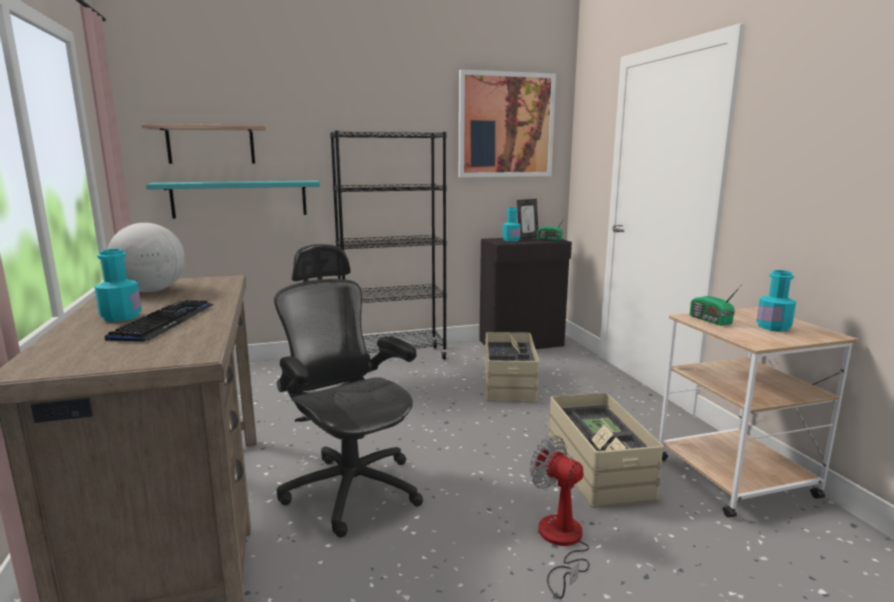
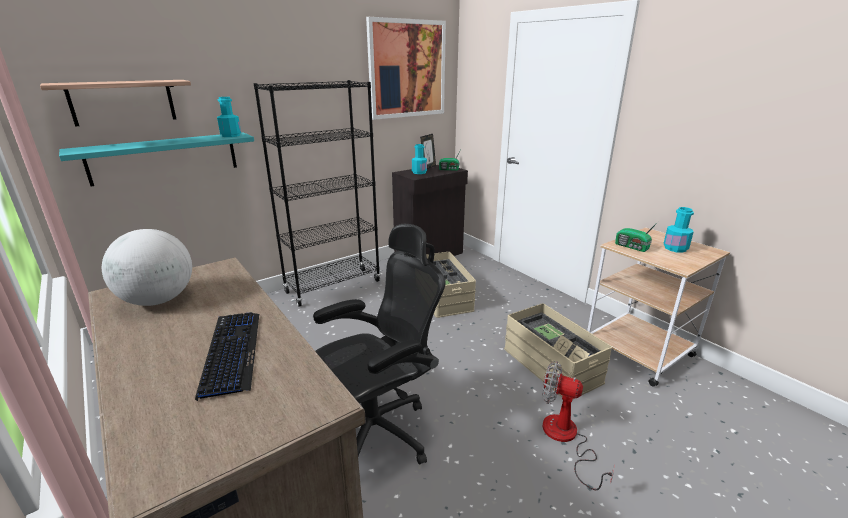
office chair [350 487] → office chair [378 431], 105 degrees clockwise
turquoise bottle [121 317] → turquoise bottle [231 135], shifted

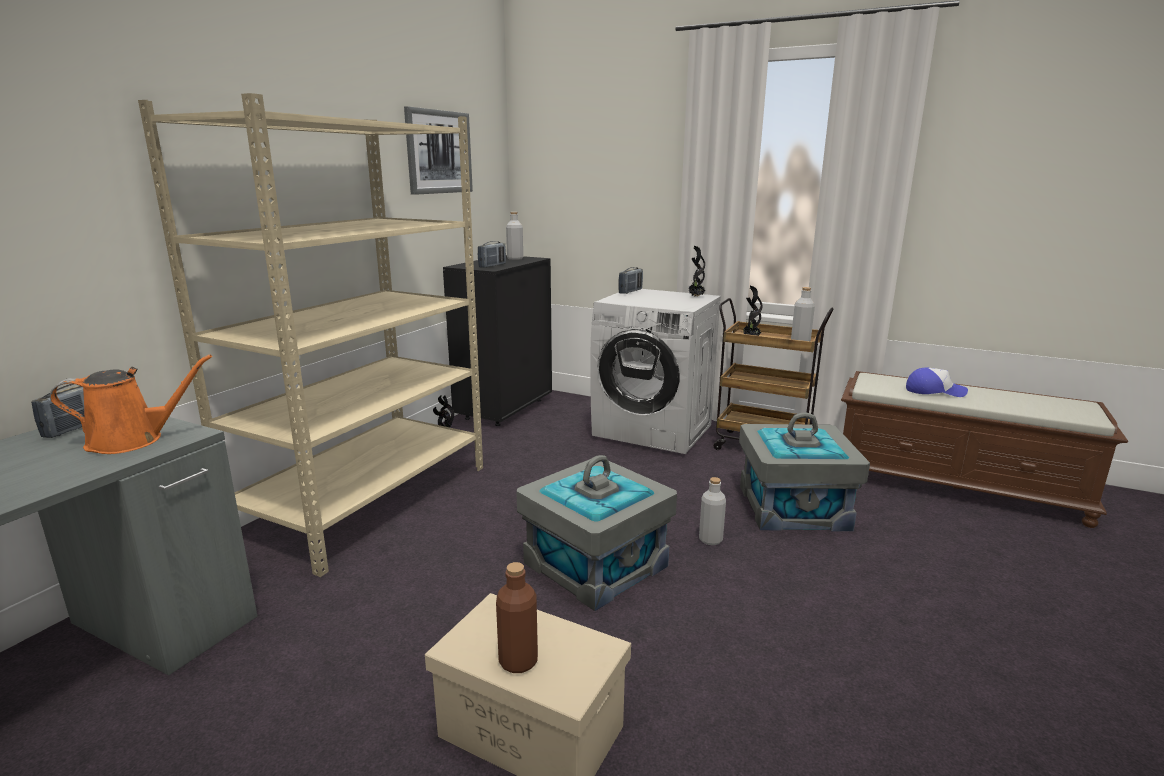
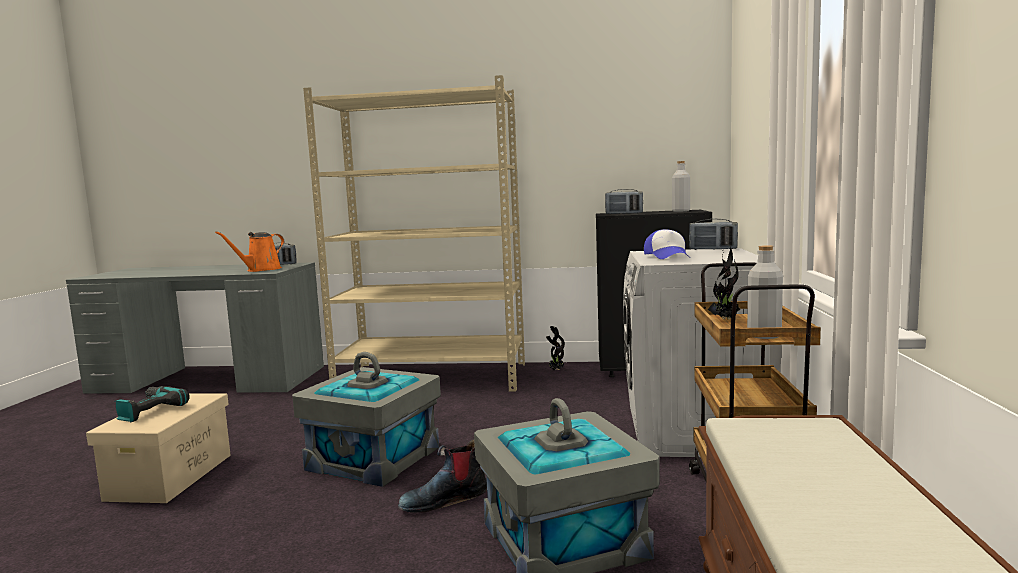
picture [439 152] → -
potted plant [695 296] → -
orange watering can [132 440] → orange watering can [261 270], 75 degrees clockwise
cap [934 391] → cap [667 256], shifted
grey bottle [710 539] → boot [445 499]
brown bottle [518 661] → power drill [148 411]

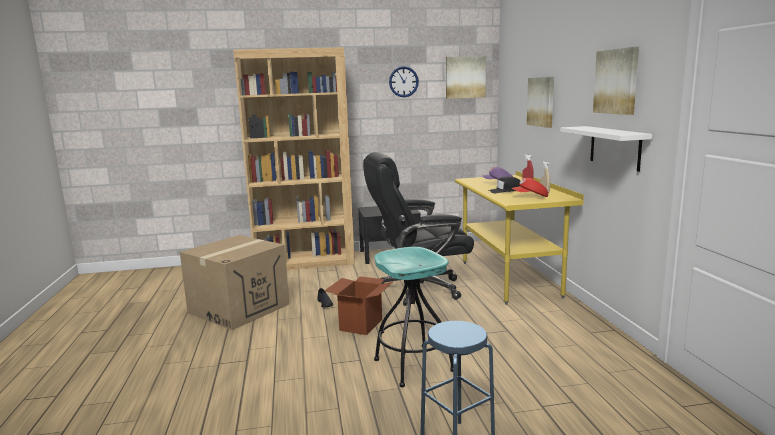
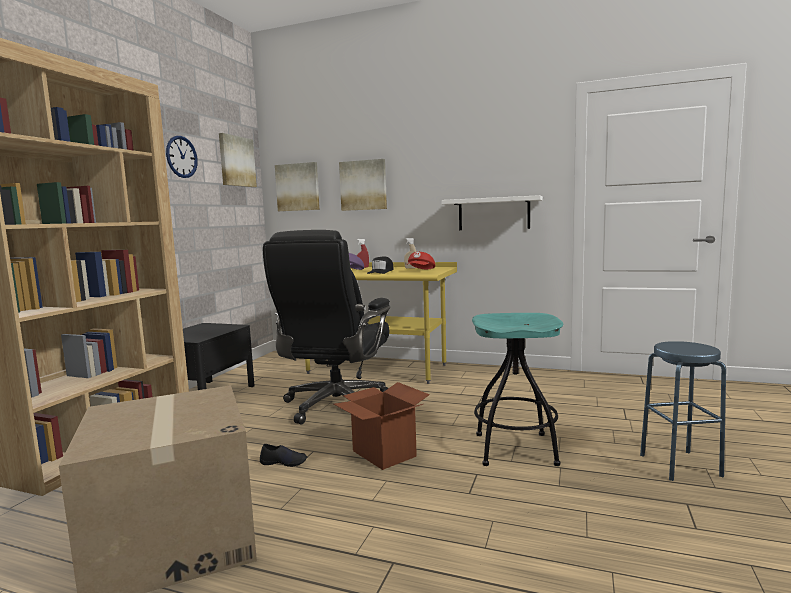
picture [617 81] → picture [298 187], shifted

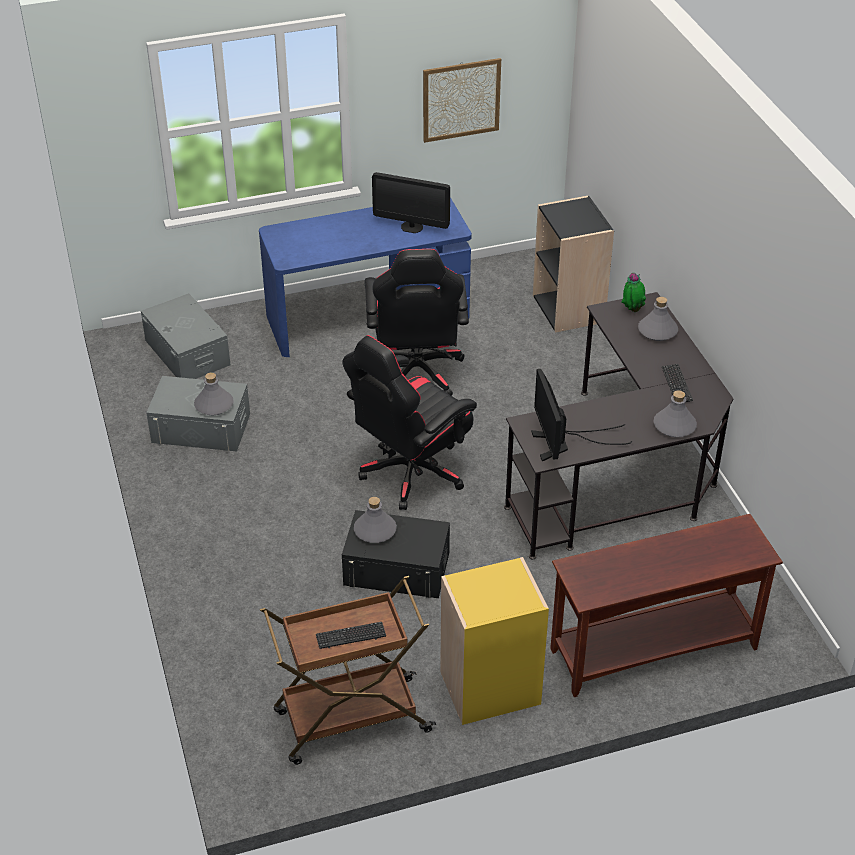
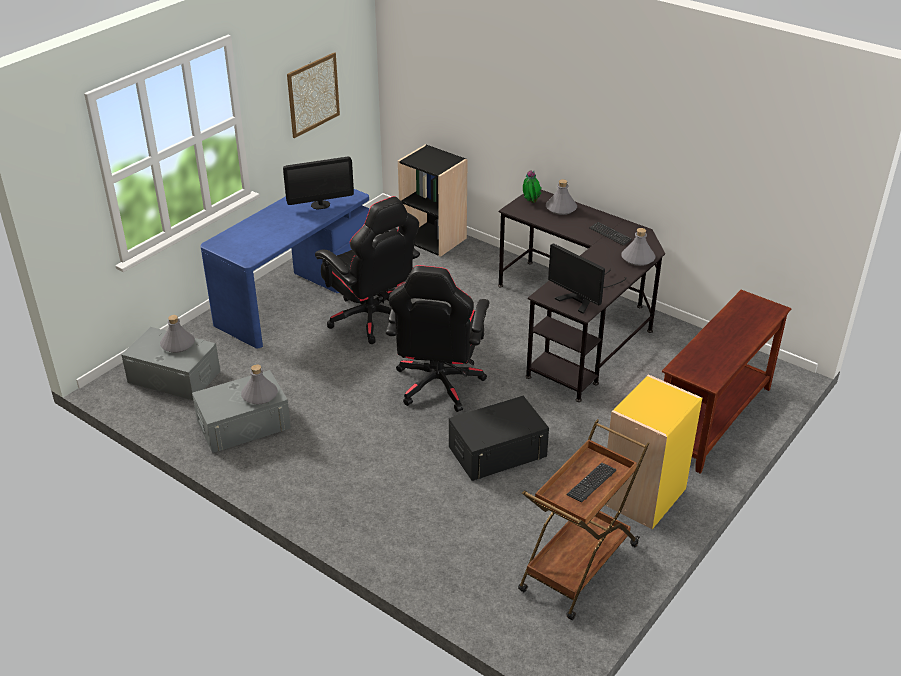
grey bottle [375 530] → grey bottle [177 344], shifted

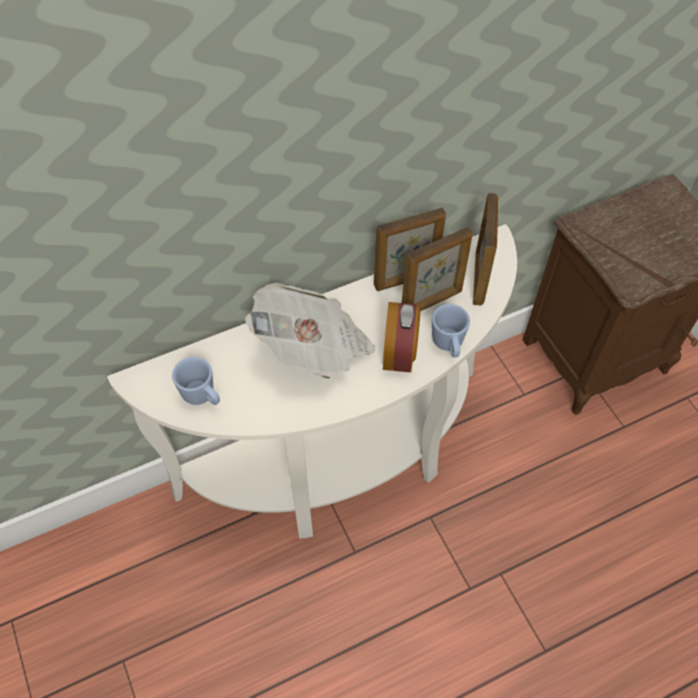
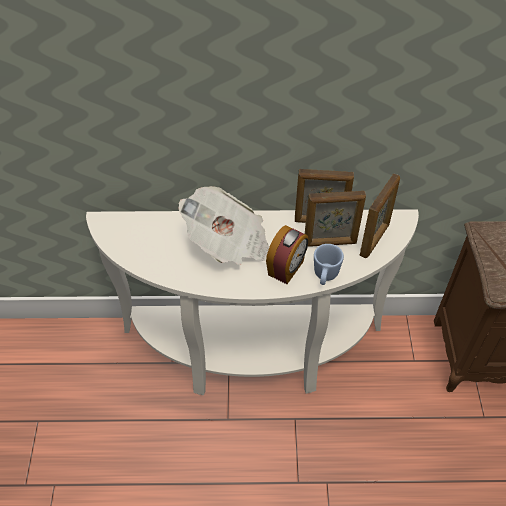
blue mug [202 396] → -

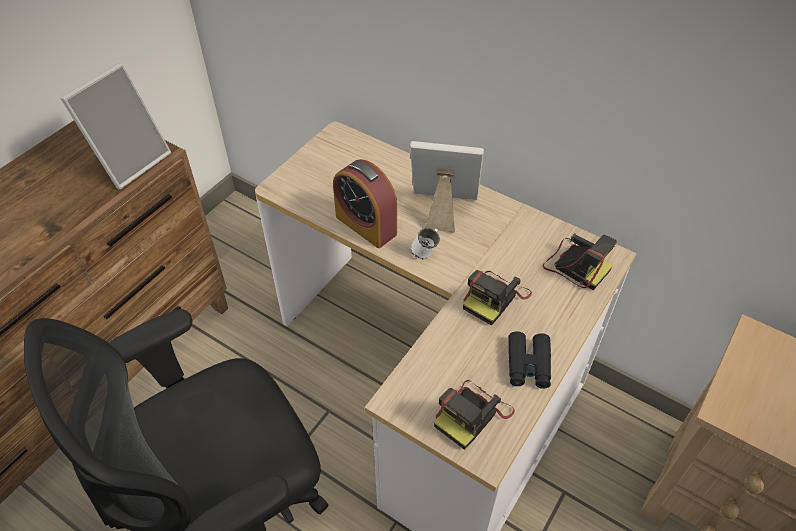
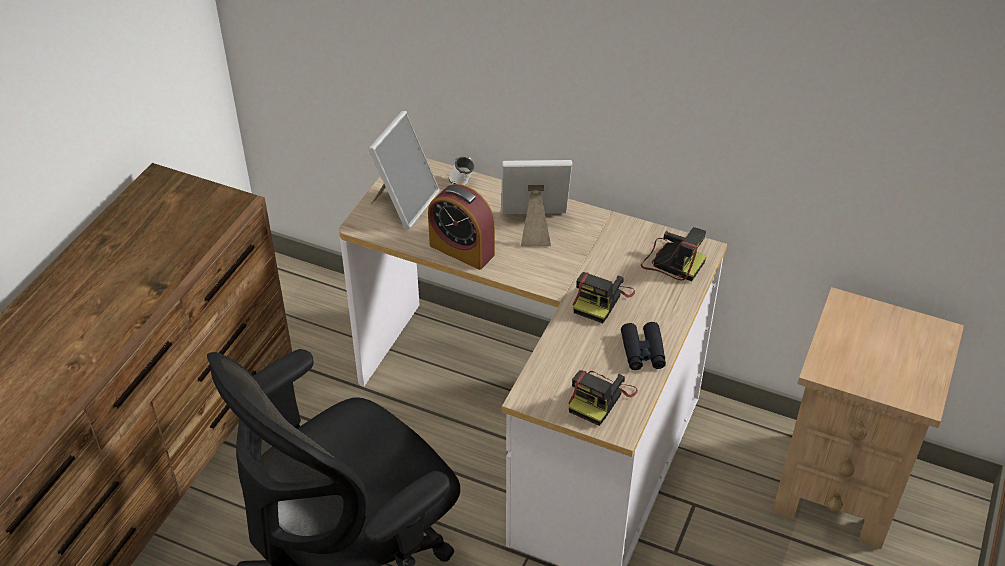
picture frame [130 162] → picture frame [404 203], shifted
white mug [426 252] → white mug [463 181], shifted

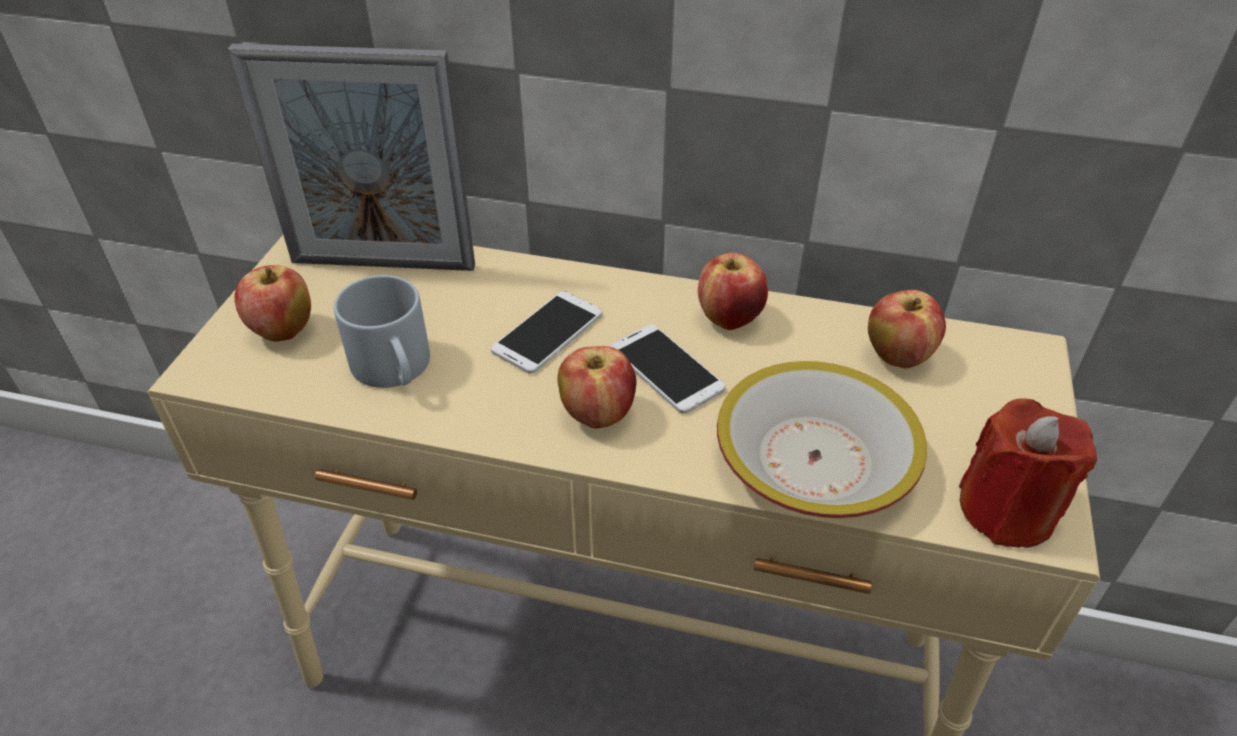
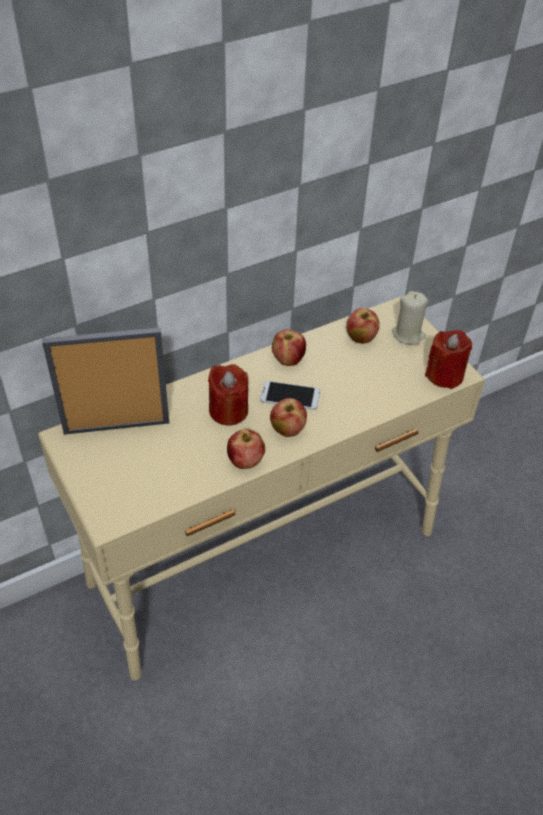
picture frame [383 264] → picture frame [116 426], 150 degrees counterclockwise
apple [283 331] → apple [245 461], shifted
grey mug [396 369] → -
phone [548 332] → red candle [228 410]
bowl [814 459] → -
- → beige candle [408 335]

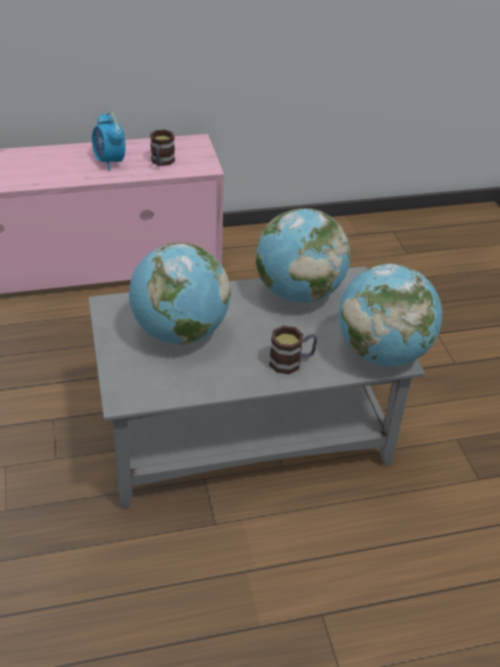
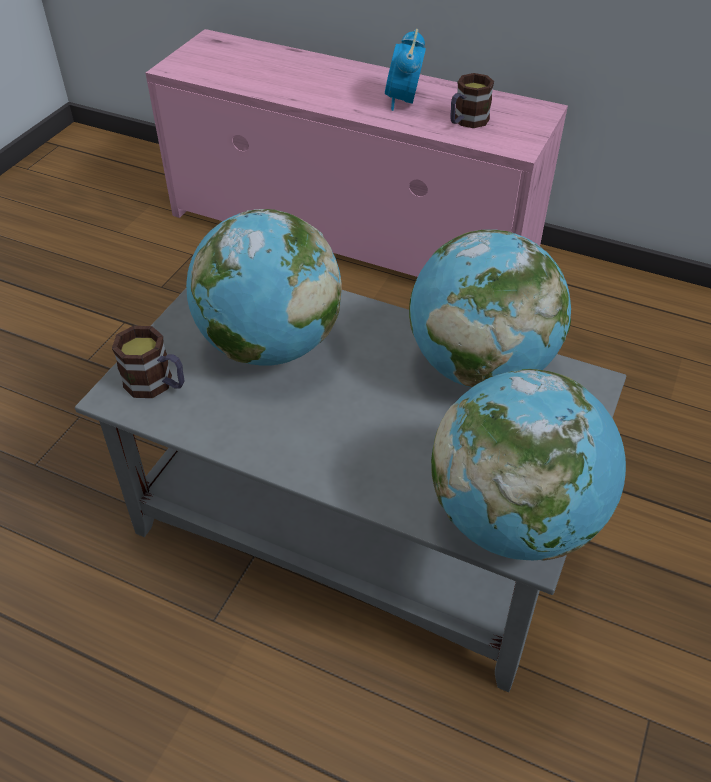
mug [291 362] → mug [157 384], shifted

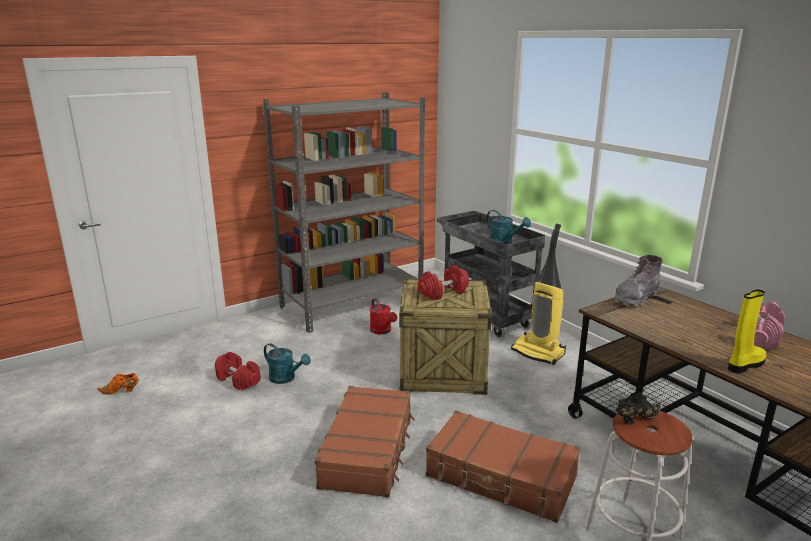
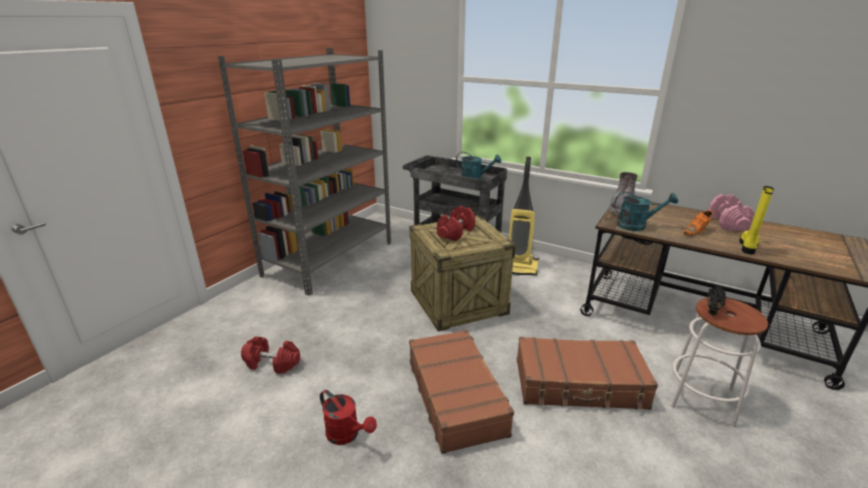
red watering can [382 331] → red watering can [347 435], shifted
turquoise watering can [286 378] → turquoise watering can [637 226], shifted
orange shoe [121 391] → orange shoe [696 232], shifted

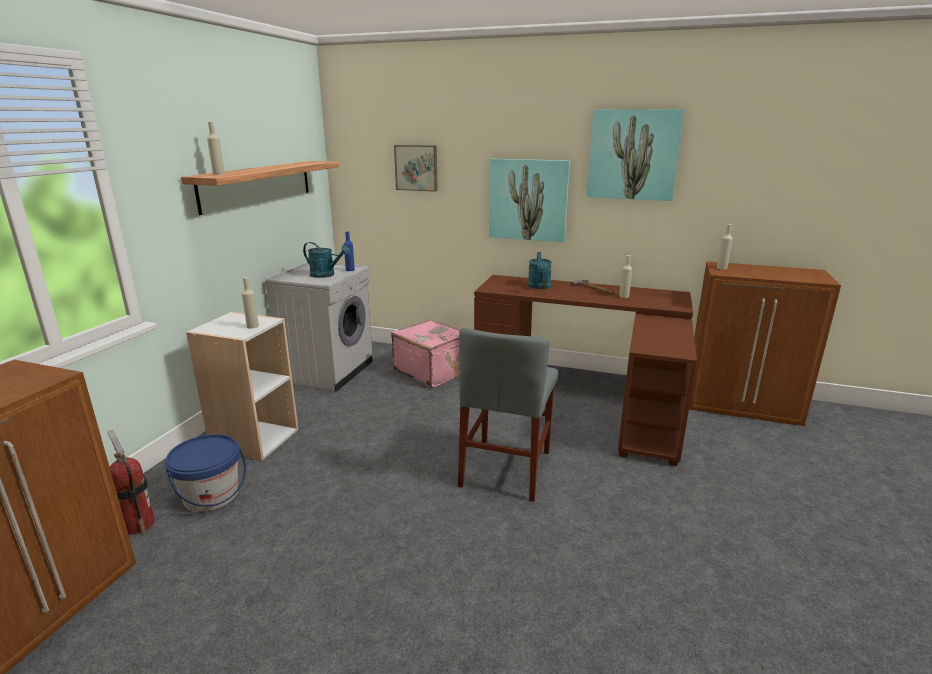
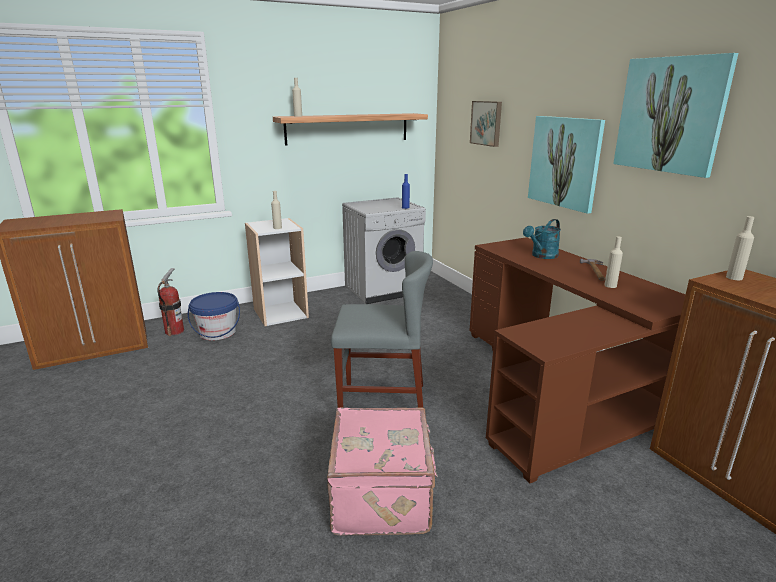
turquoise watering can [326 275] → -
pink suitcase [433 371] → pink suitcase [383 495], shifted
grey chair [506 468] → grey chair [382 402], 150 degrees counterclockwise

